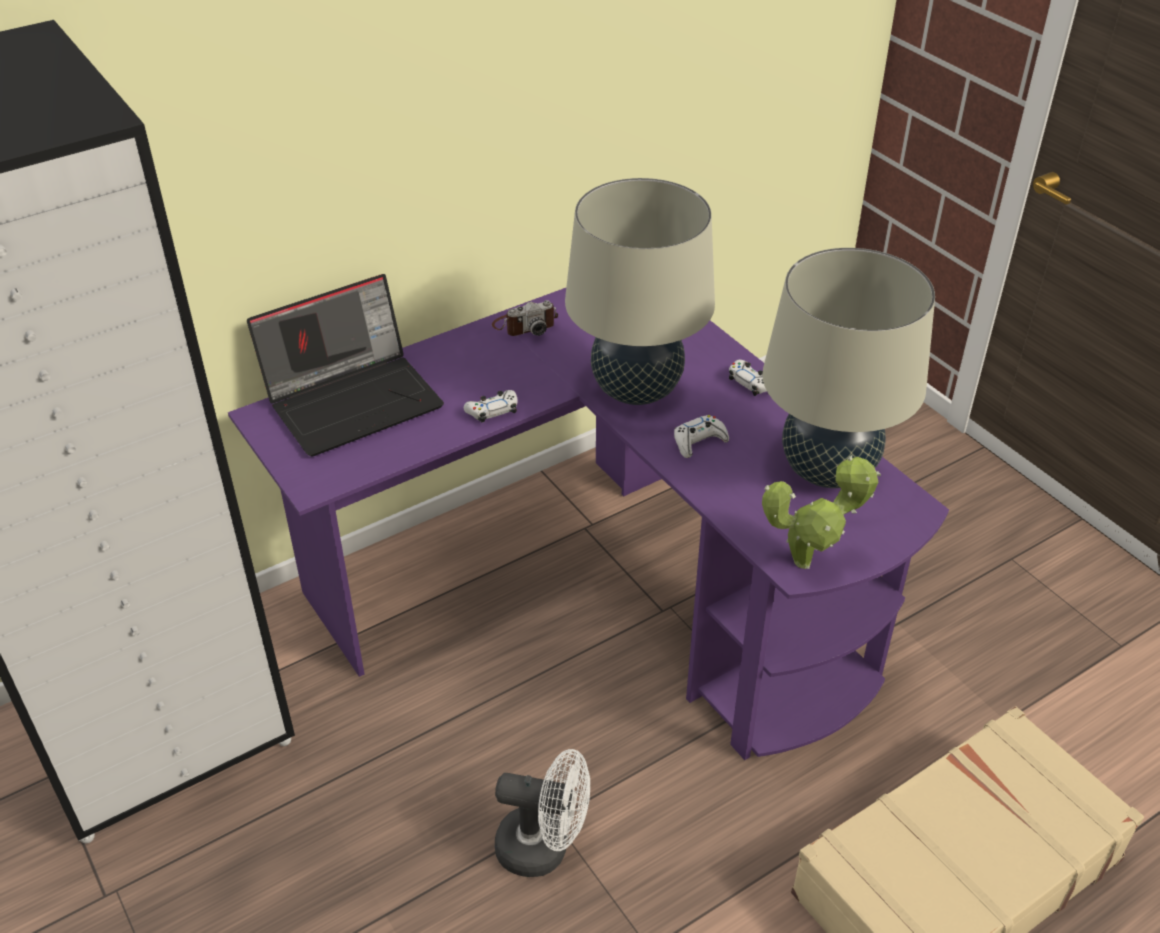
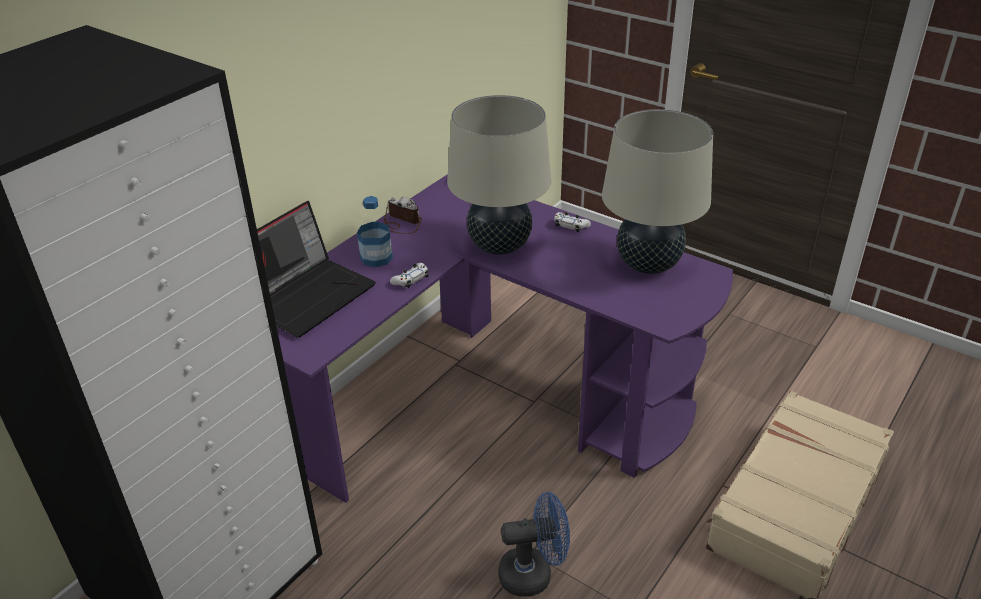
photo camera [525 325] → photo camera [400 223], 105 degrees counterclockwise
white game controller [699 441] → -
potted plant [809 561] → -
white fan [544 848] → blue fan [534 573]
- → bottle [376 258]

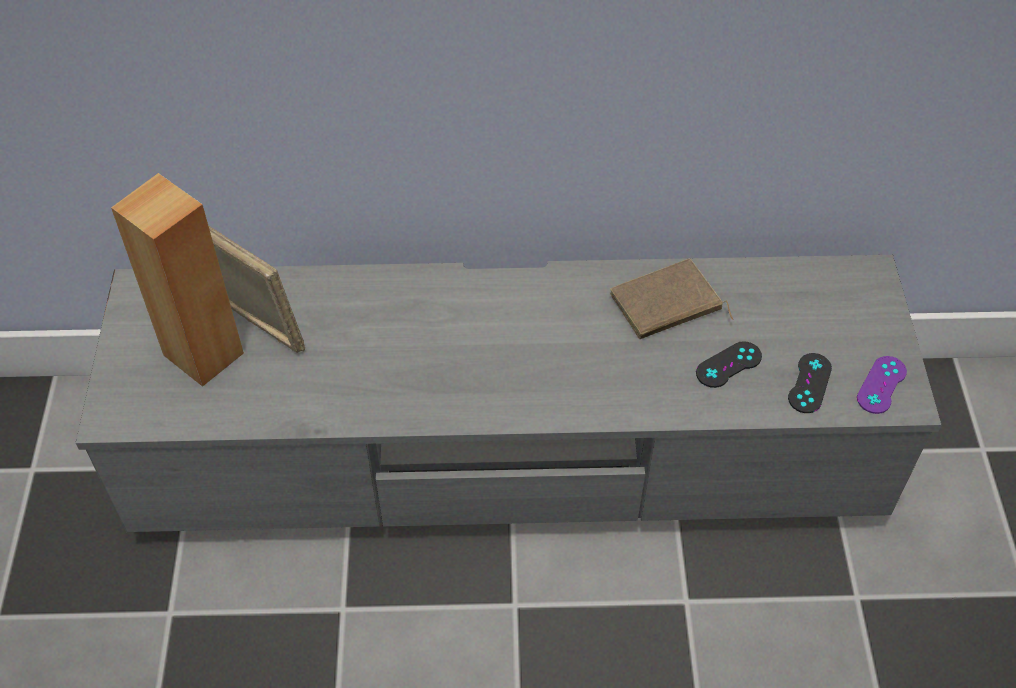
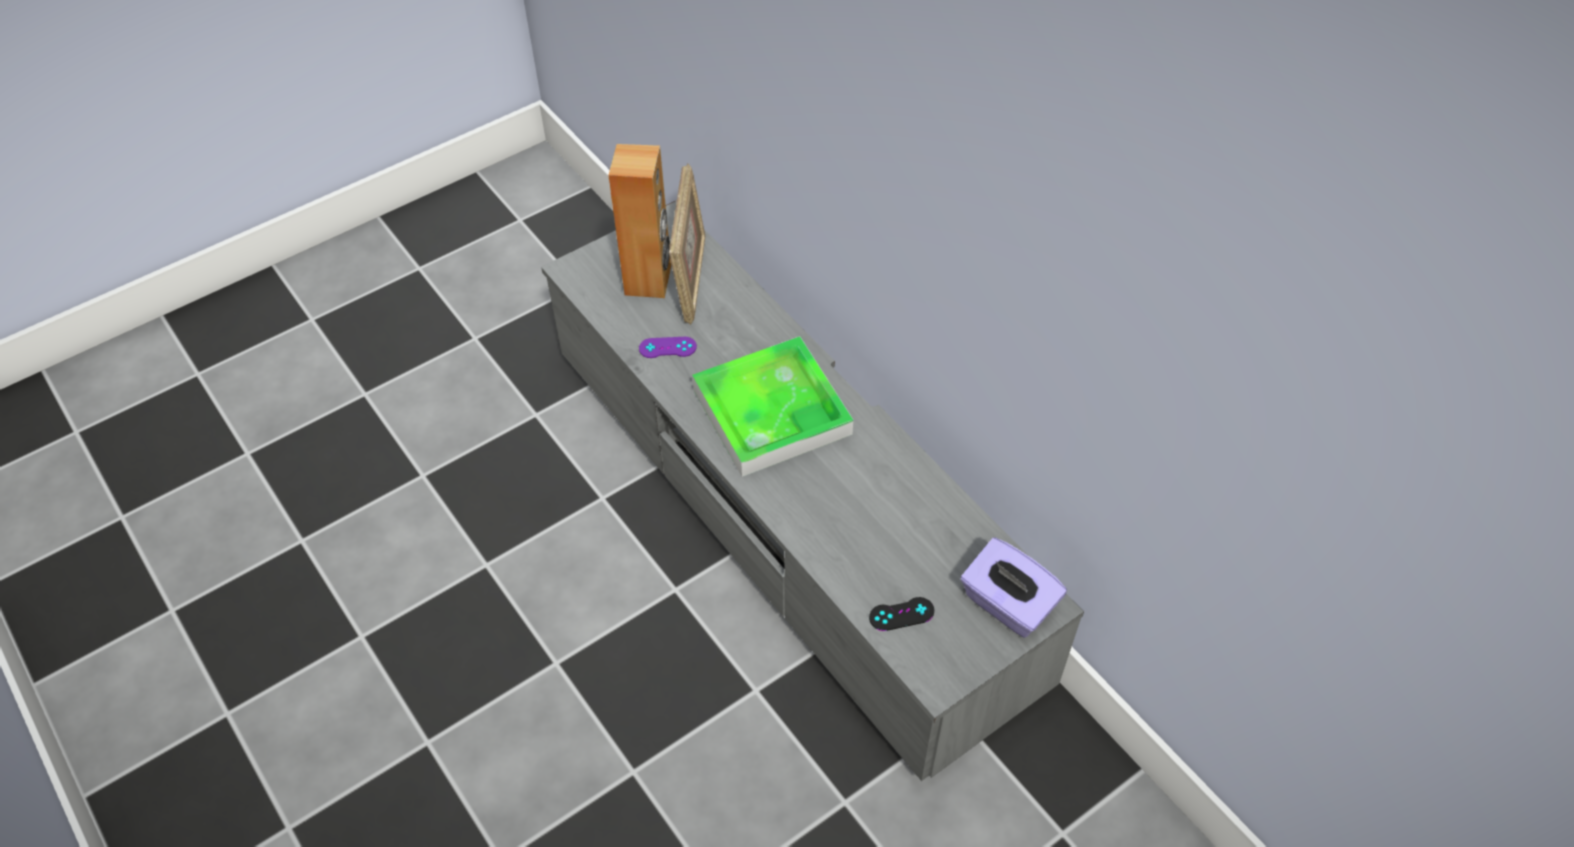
brown book [666 306] → -
black game controller [728 365] → -
purple game controller [881 385] → purple game controller [667 348], shifted
- → tray [771 412]
- → purple tissue box [1007 605]

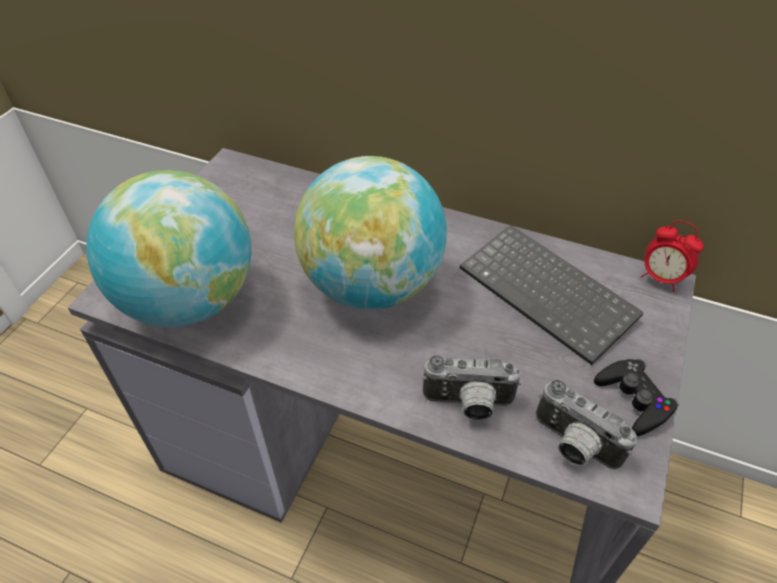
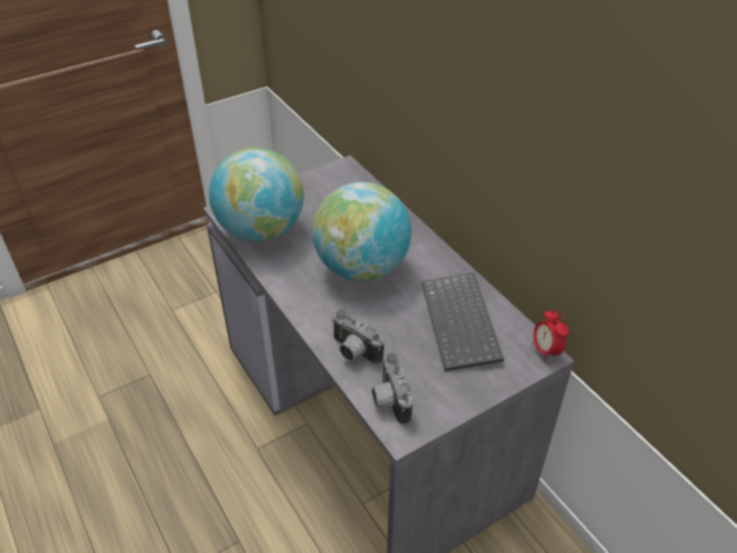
black game controller [633 400] → -

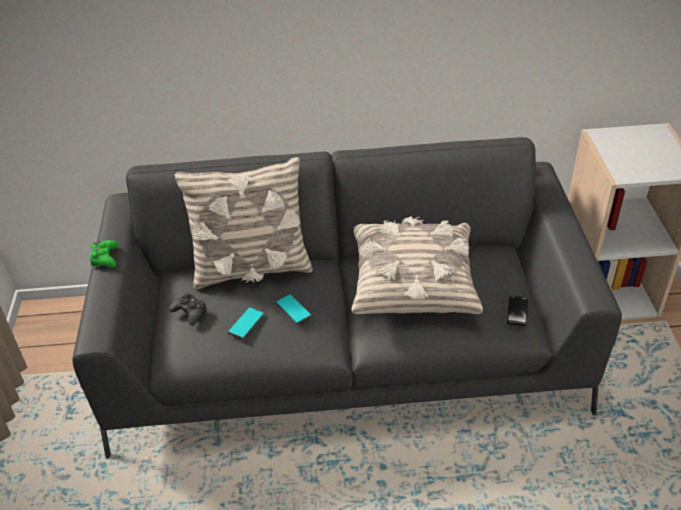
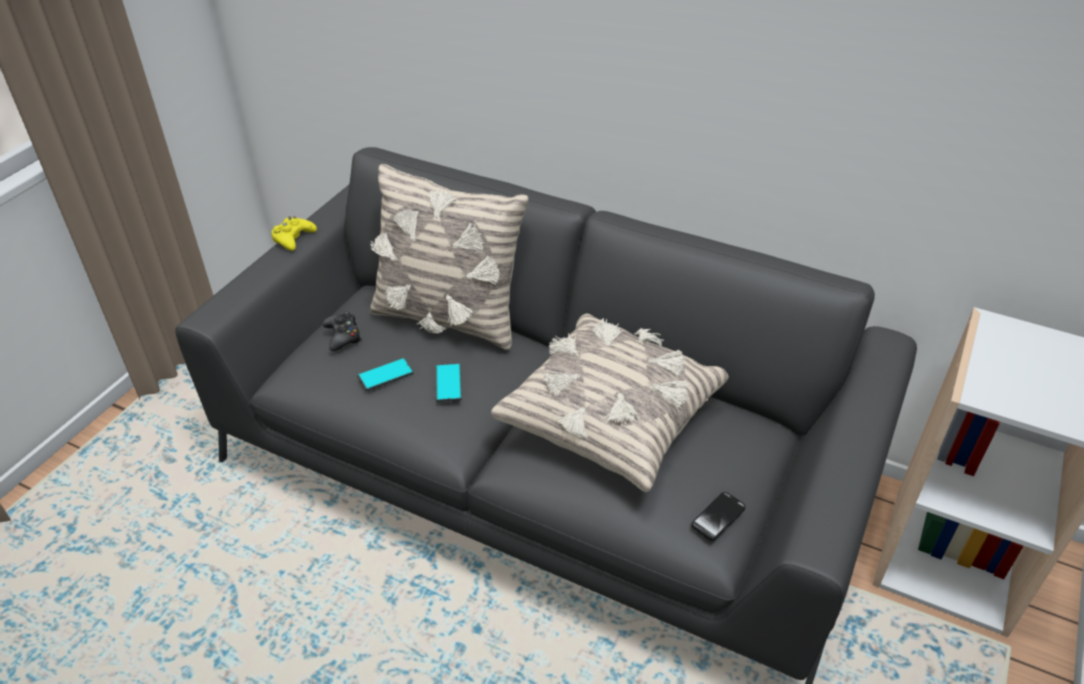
green game controller [105 258] → yellow game controller [293 238]

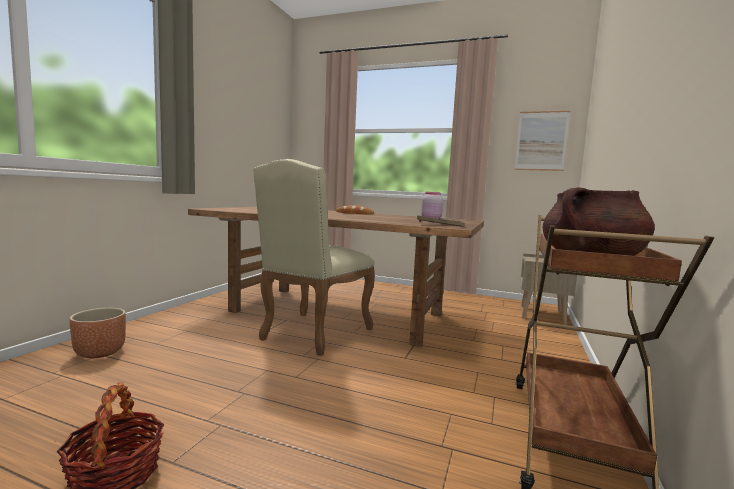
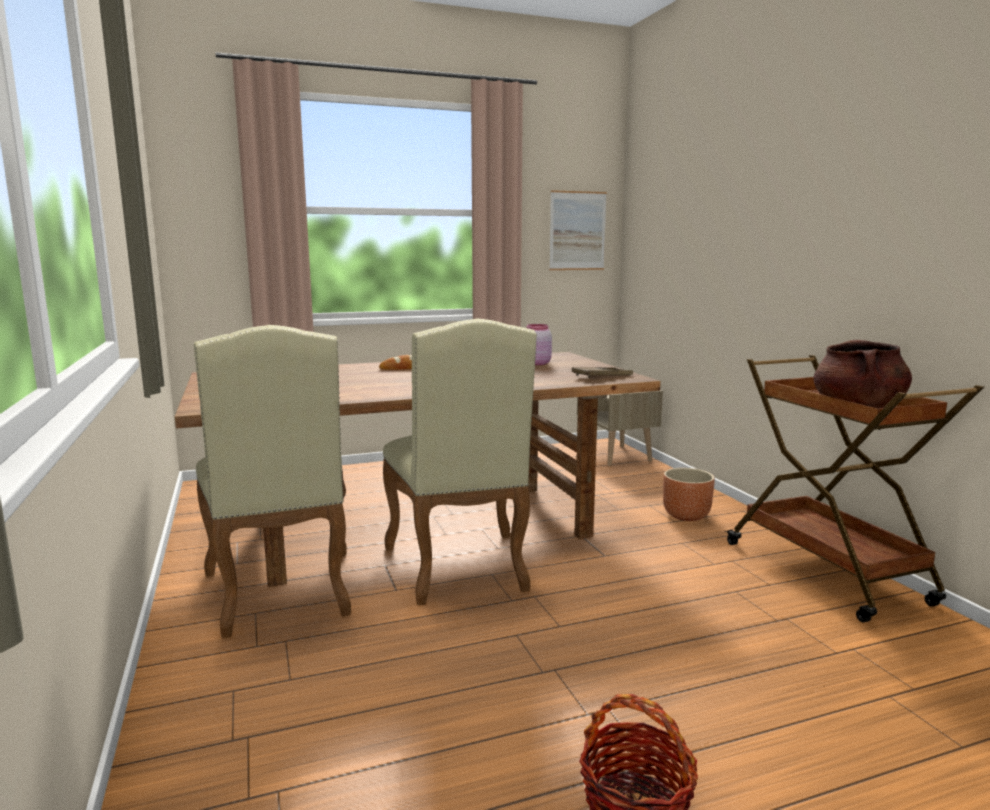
brown planter [100 353] → brown planter [686 515], shifted
- → beige chair [282 594]

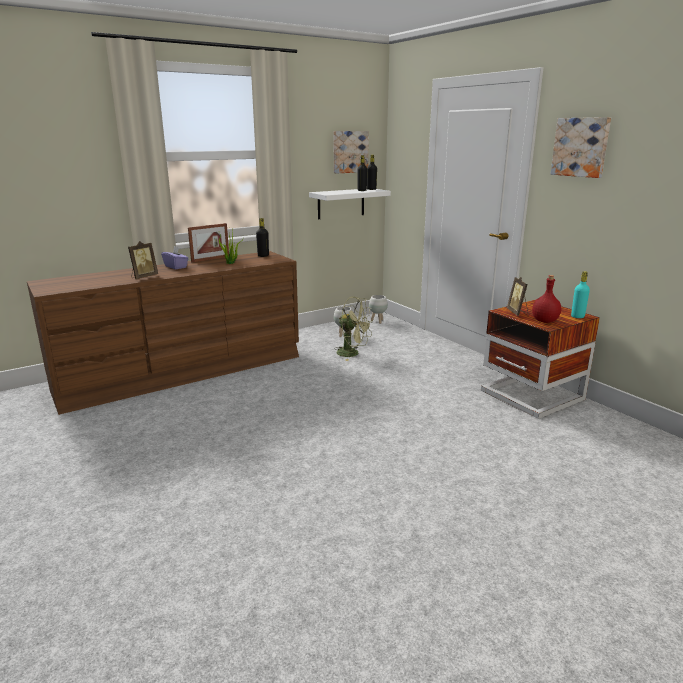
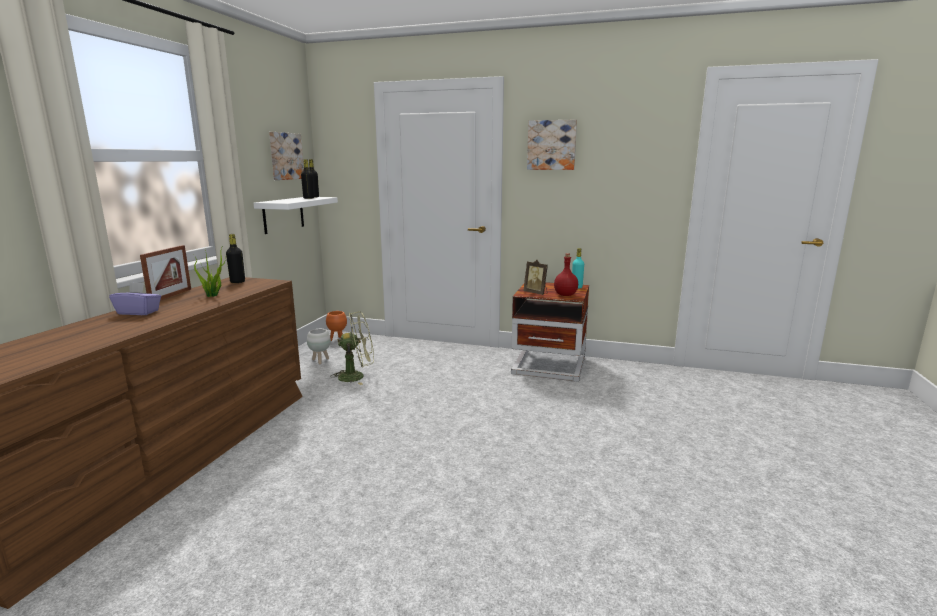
picture frame [143 277] → -
white planter [377 321] → orange planter [337 340]

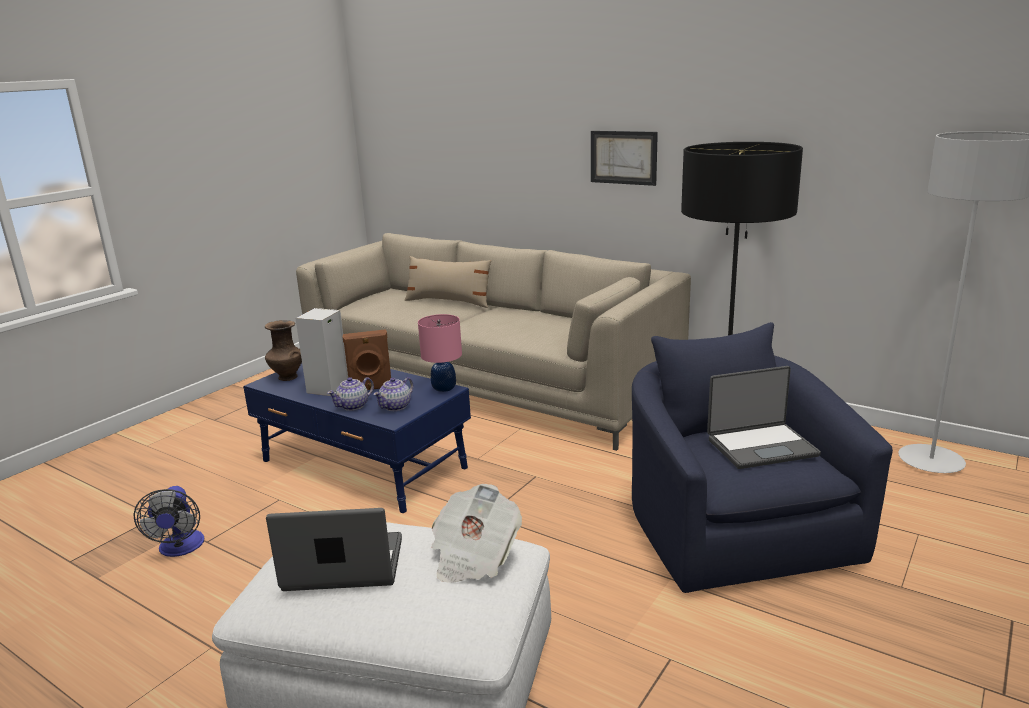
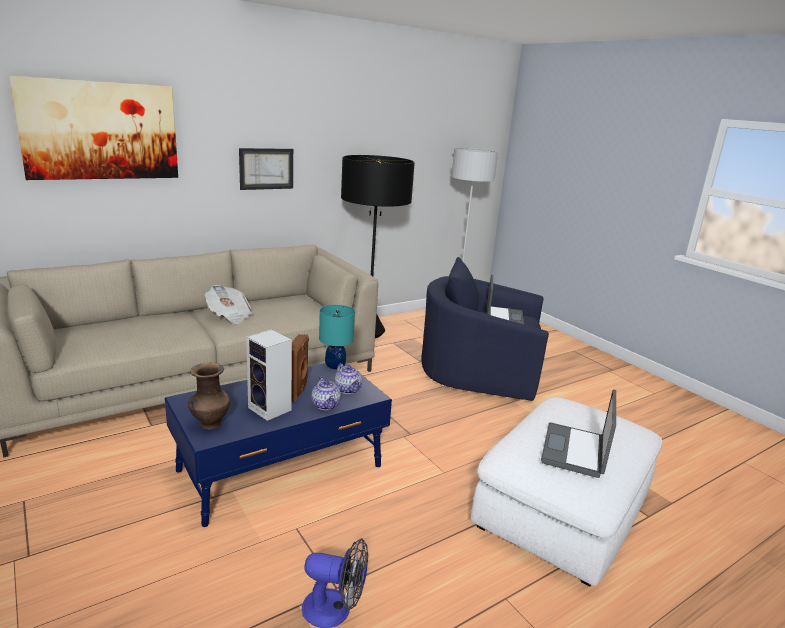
beige pillow [449 302] → -
pink table lamp [445 389] → turquoise table lamp [336 366]
newspaper [474 556] → newspaper [229 316], shifted
- → picture [101 131]

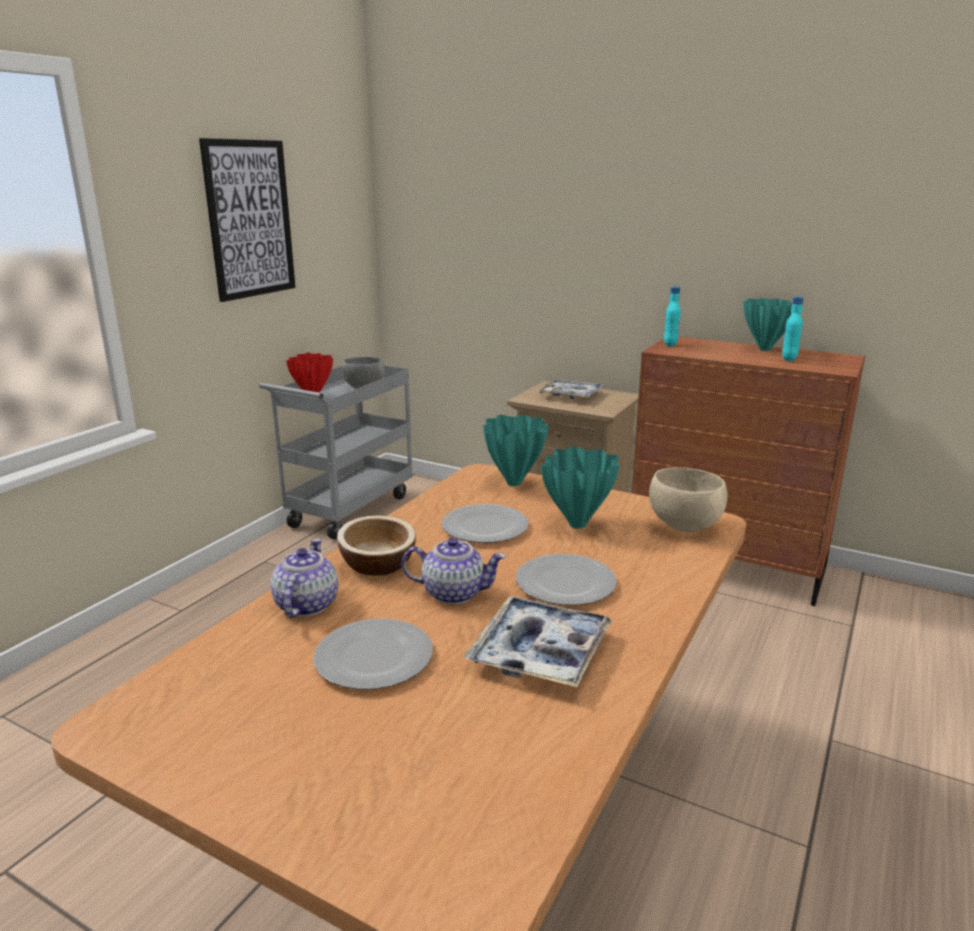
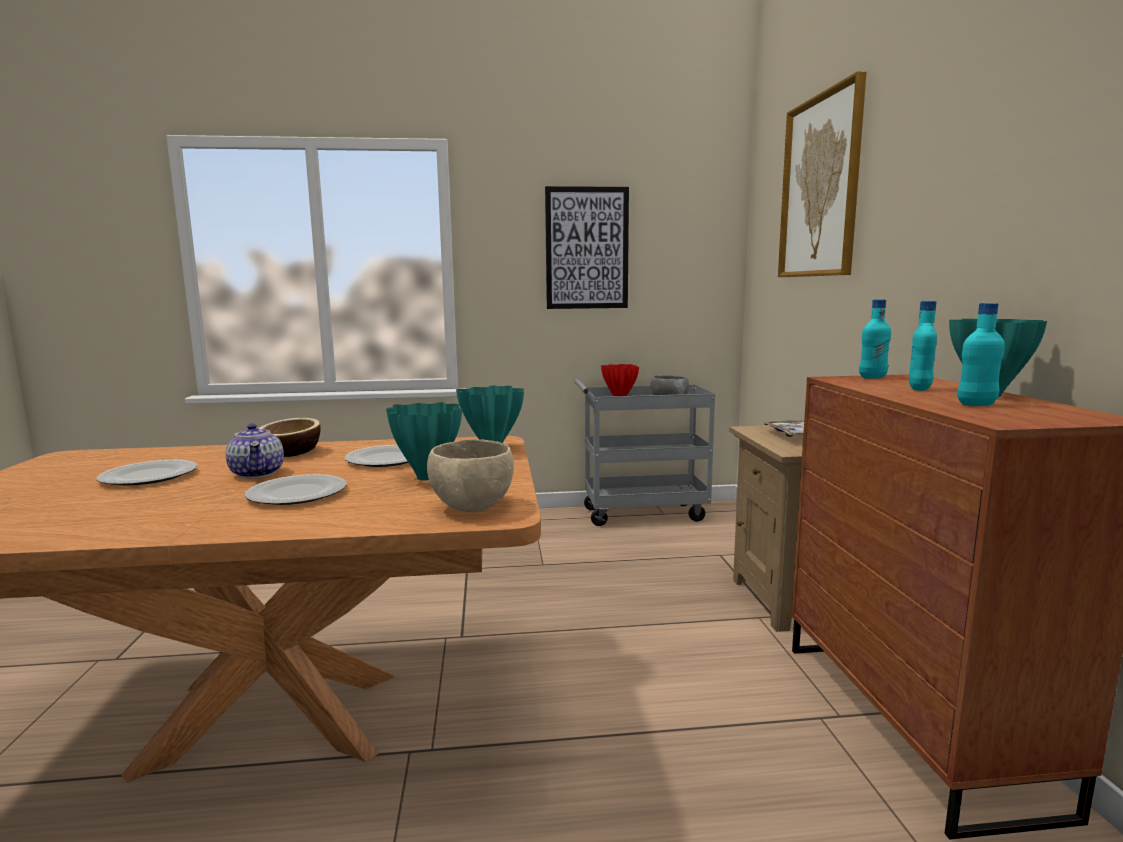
teapot [305 605] → -
tray [540 652] → -
- → picture [820 187]
- → turquoise bottle [919 389]

